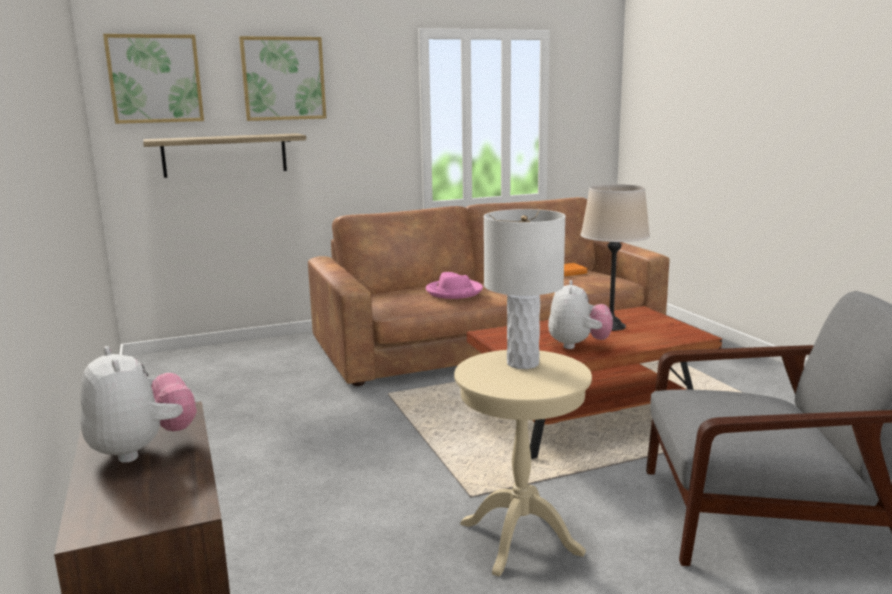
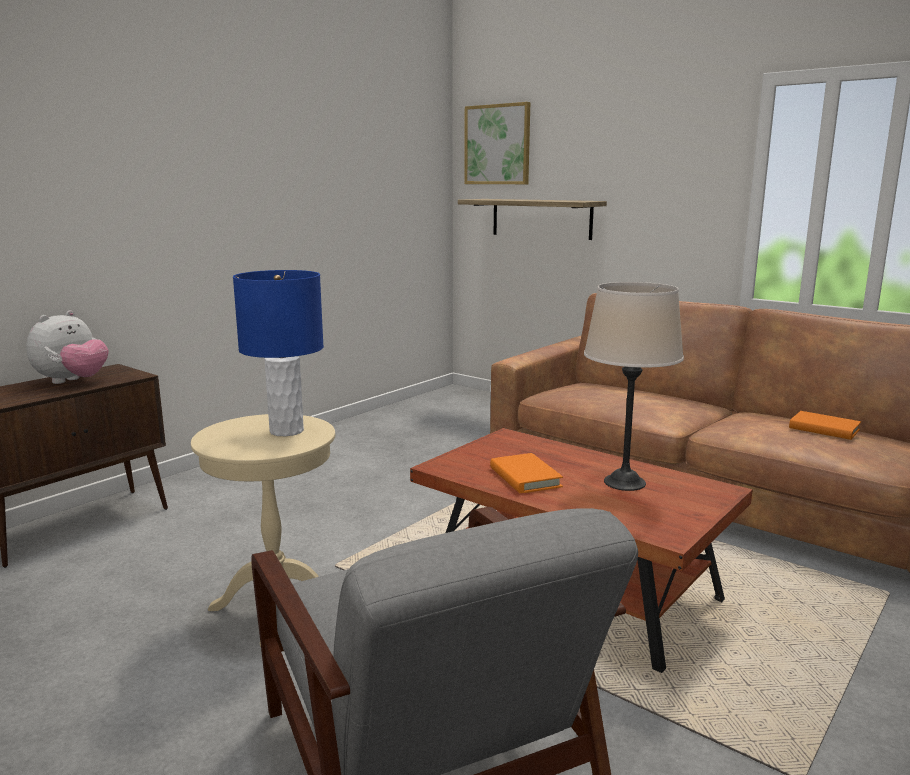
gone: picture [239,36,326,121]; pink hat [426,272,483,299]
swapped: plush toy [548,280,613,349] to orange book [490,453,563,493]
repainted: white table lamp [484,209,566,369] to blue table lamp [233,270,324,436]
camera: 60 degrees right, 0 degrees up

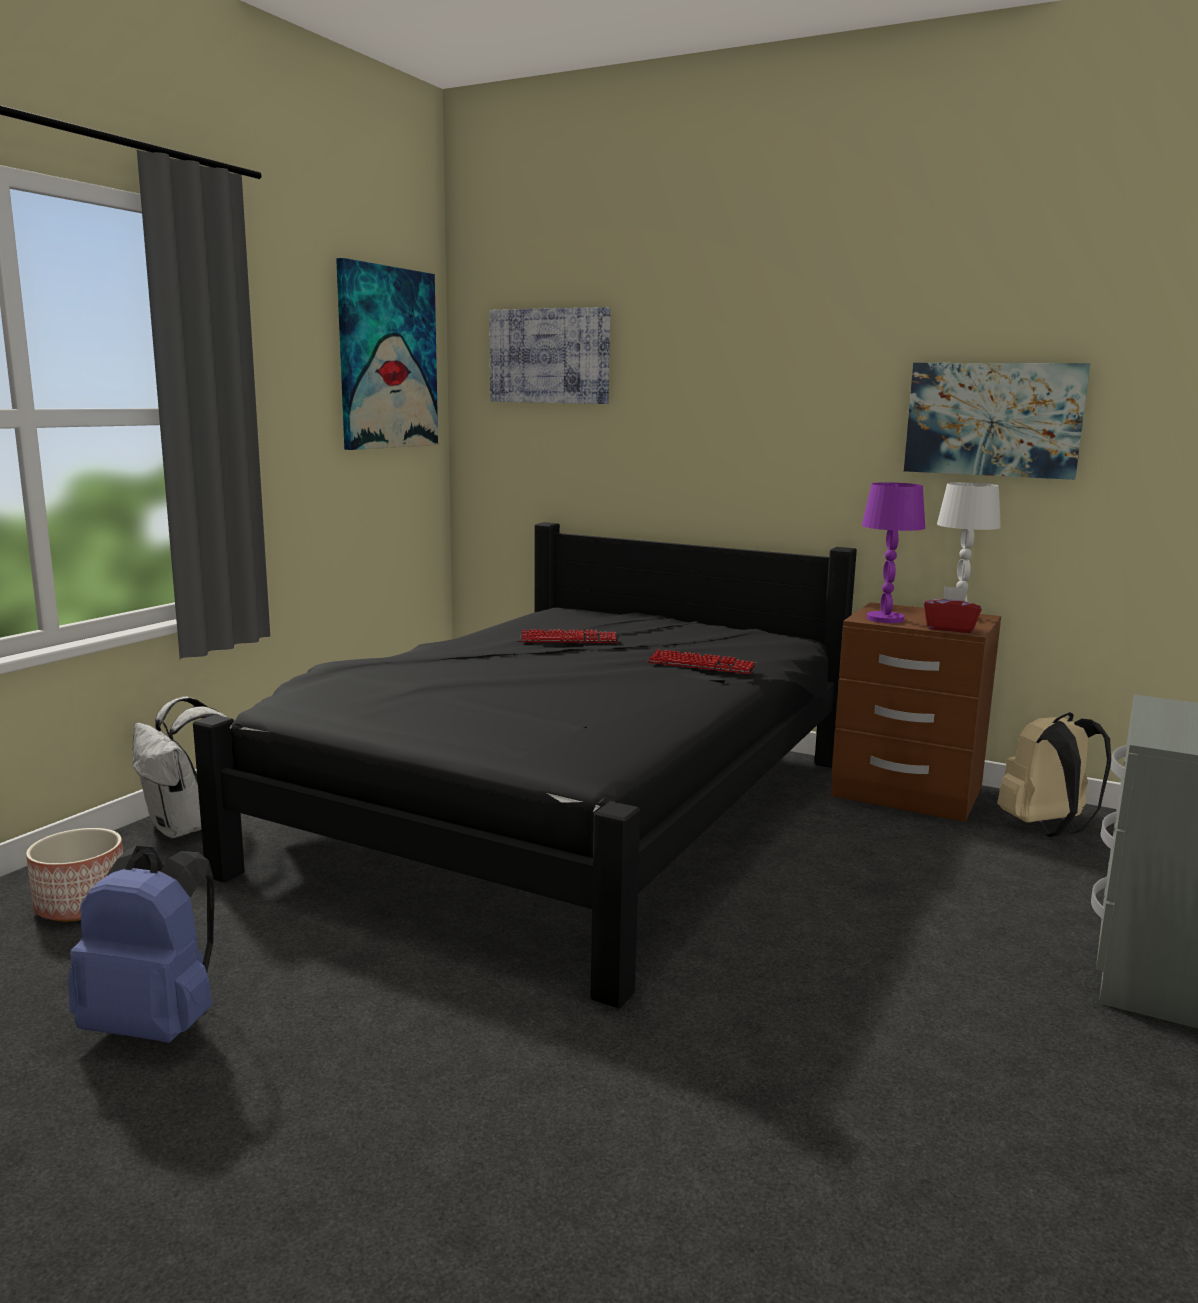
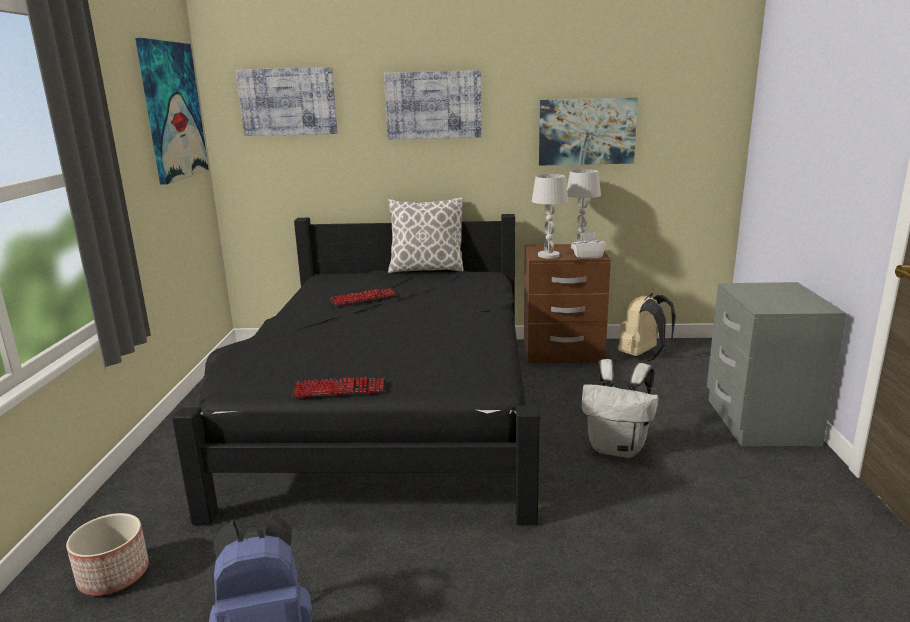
new: picture [384,70,482,139]; pillow [388,197,464,273]
shifted: white backpack [133,697,228,838] to [581,359,659,458]; keyboard [647,649,757,674] to [292,377,386,398]
repainted: purple table lamp [862,482,925,623] to white table lamp [532,174,568,258]; red tissue box [924,586,982,633] to white tissue box [572,232,606,259]
camera: 25 degrees left, 5 degrees up

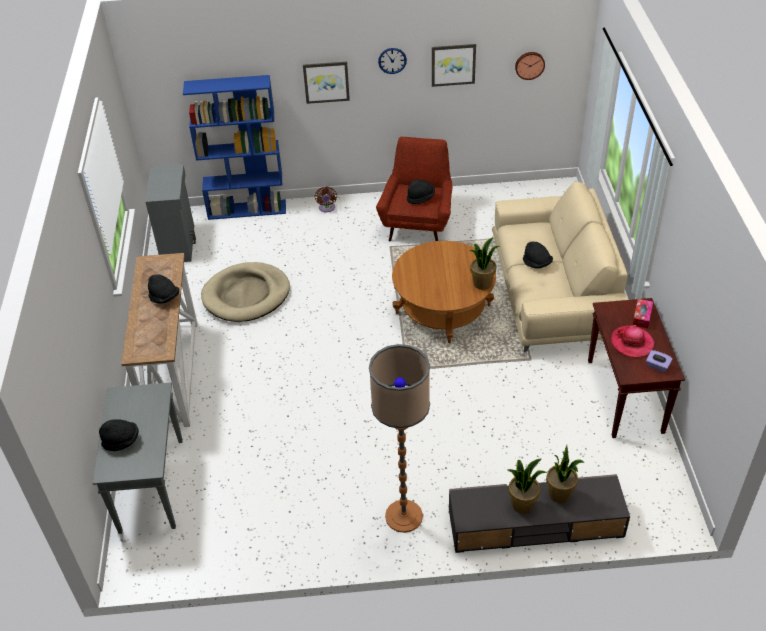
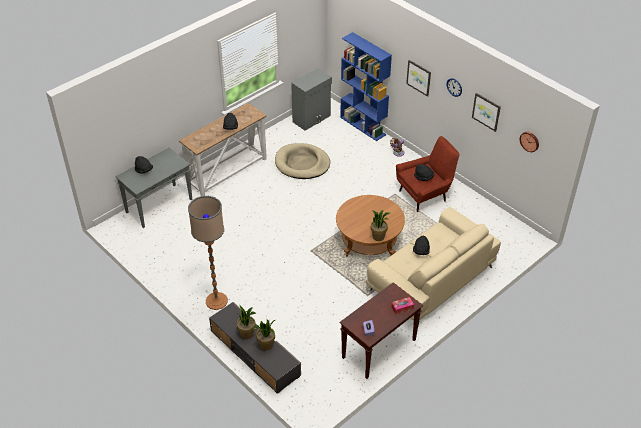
gone: hat [611,325,655,357]
camera: 50 degrees right, 0 degrees up

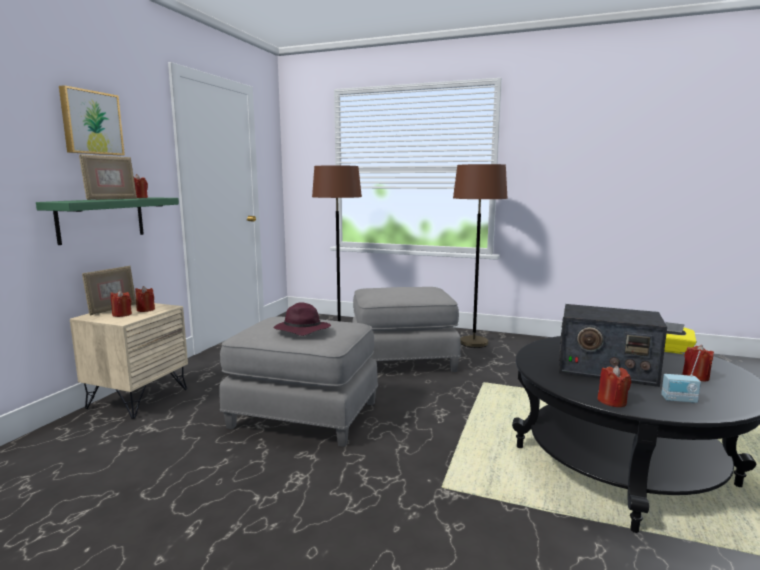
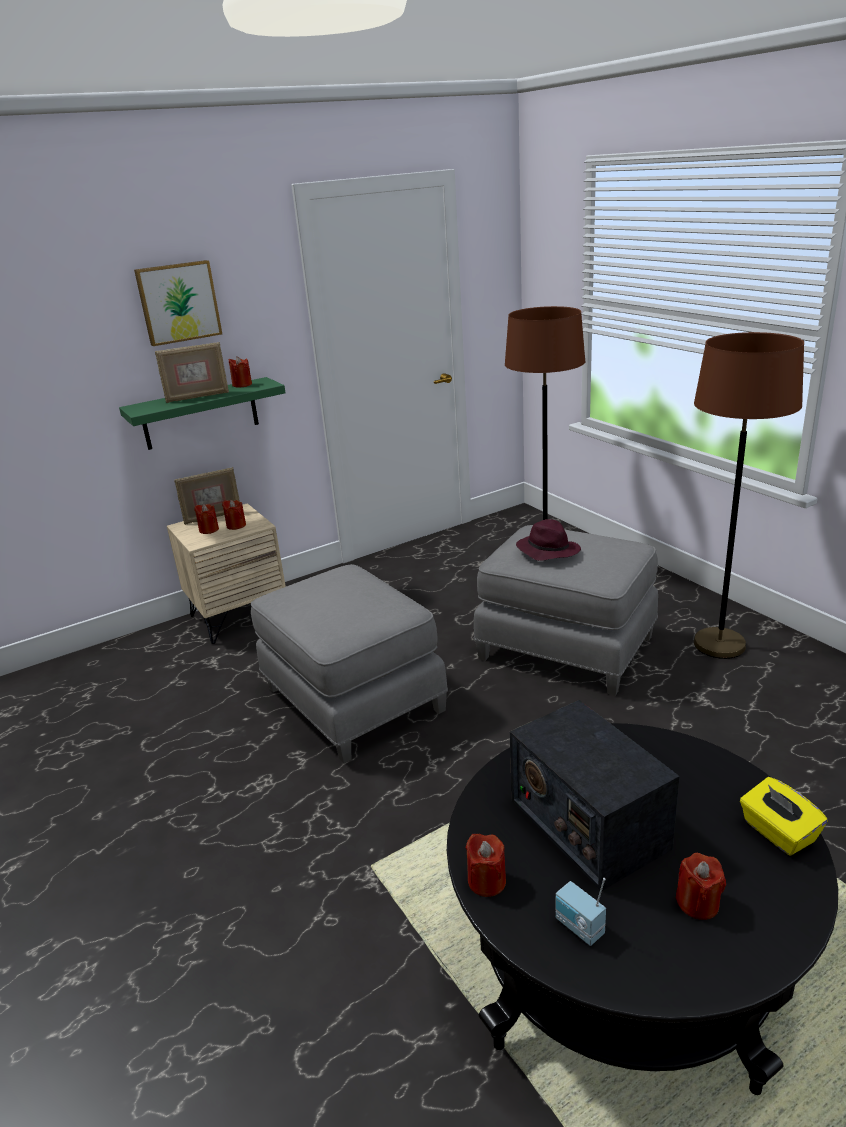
shifted: purple hat [274,302,331,336] to [516,519,581,561]
camera: 40 degrees right, 15 degrees up

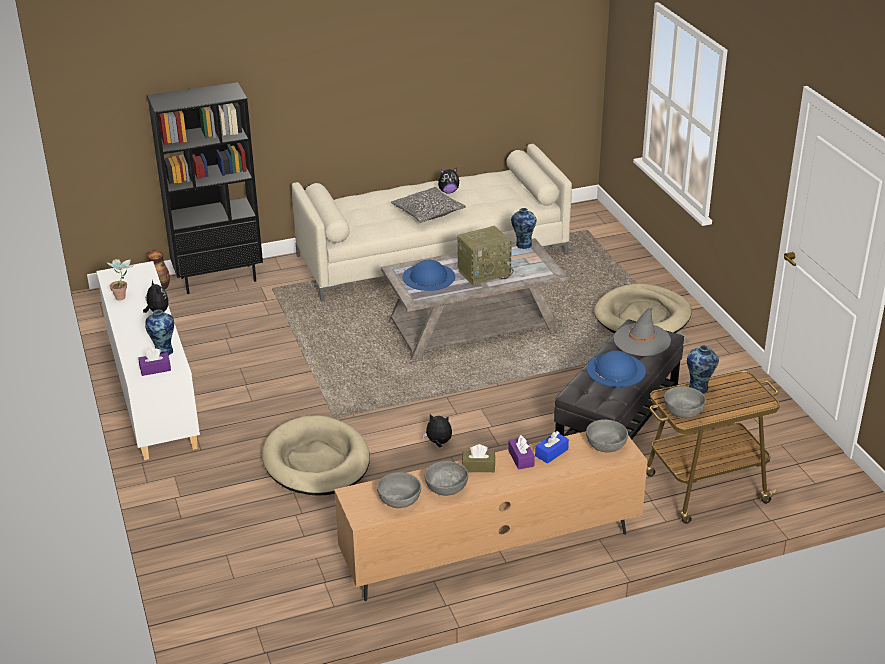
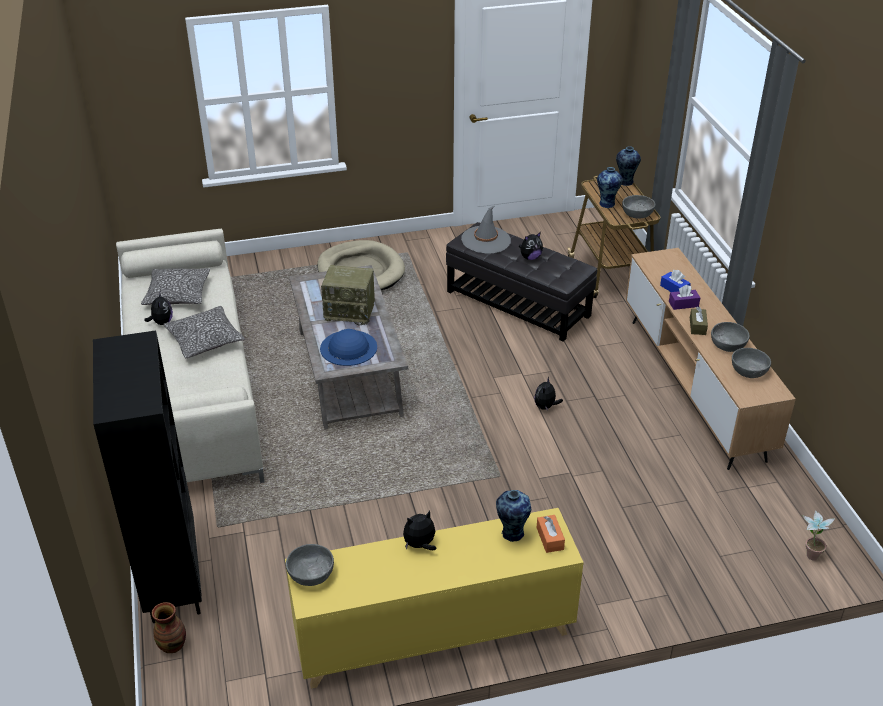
gone: beige dog bed [262,415,370,496]
new: pillow [141,268,210,305]
shifted: potted plant [107,259,135,301] to [802,510,835,560]; vase [511,208,536,249] to [616,146,641,186]; grey bowl [586,420,628,453] to [286,544,334,586]
swapped: blue hat [587,350,646,387] to plush toy [519,232,543,260]
repainted: white cabinet [96,261,200,460] to yellow cabinet [285,508,584,689]; purple tissue box [138,348,171,376] to orange tissue box [537,515,565,553]
rotated: radio [457,226,514,286] = [321,265,375,325] 120 degrees clockwise
camera: 85 degrees left, 5 degrees up

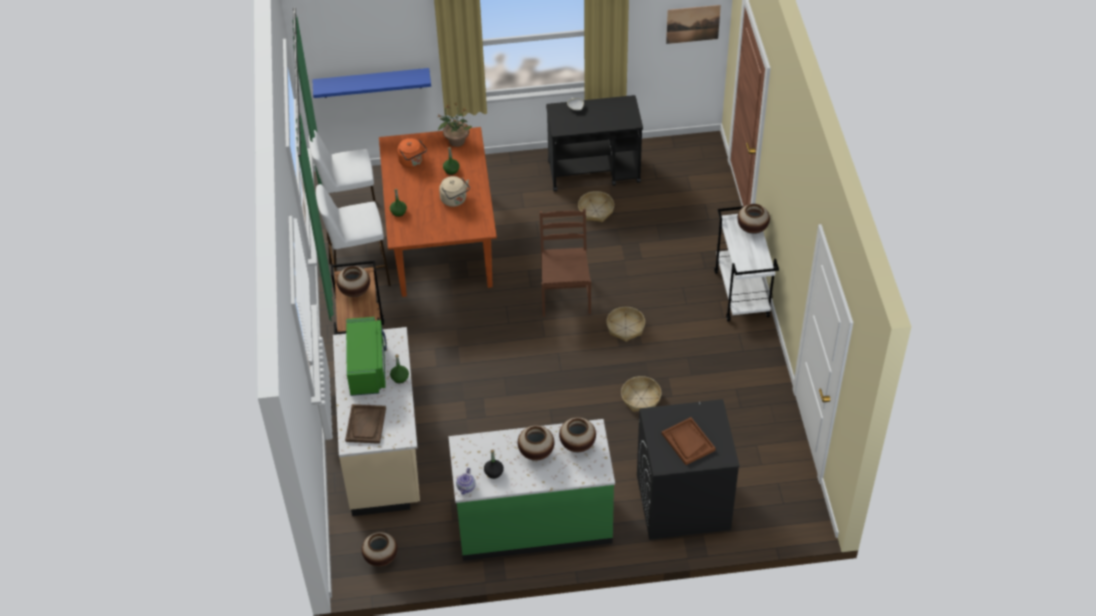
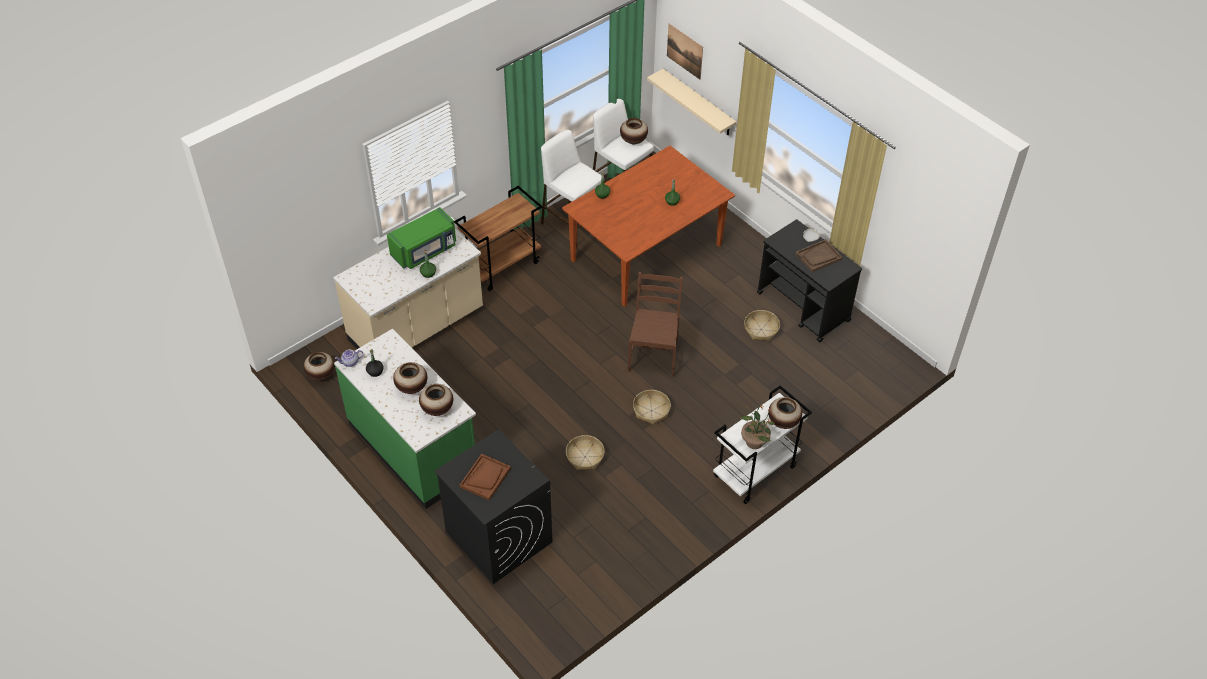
gone: orange kettle [397,138,427,168]; beige kettle [439,176,470,207]
shifted: vase [337,266,370,297] to [620,118,648,144]; brown tray [345,404,386,444] to [796,239,843,272]; potted plant [438,103,472,147] to [740,405,775,449]; picture [666,5,721,44] to [667,24,703,80]
repainted: blue shelf [312,68,431,98] to beige shelf [647,69,737,135]
rotated: brown chair [540,209,591,316] = [628,272,683,377] 45 degrees counterclockwise
camera: 55 degrees right, 0 degrees up

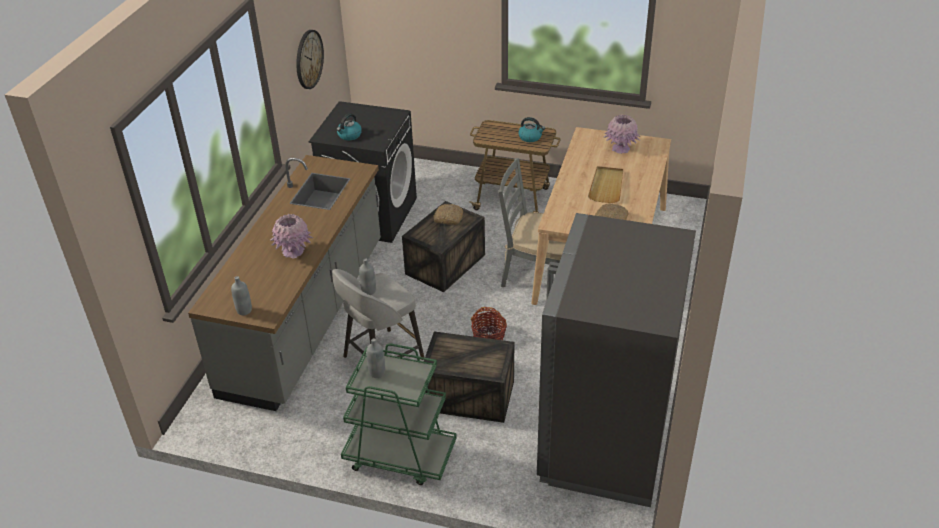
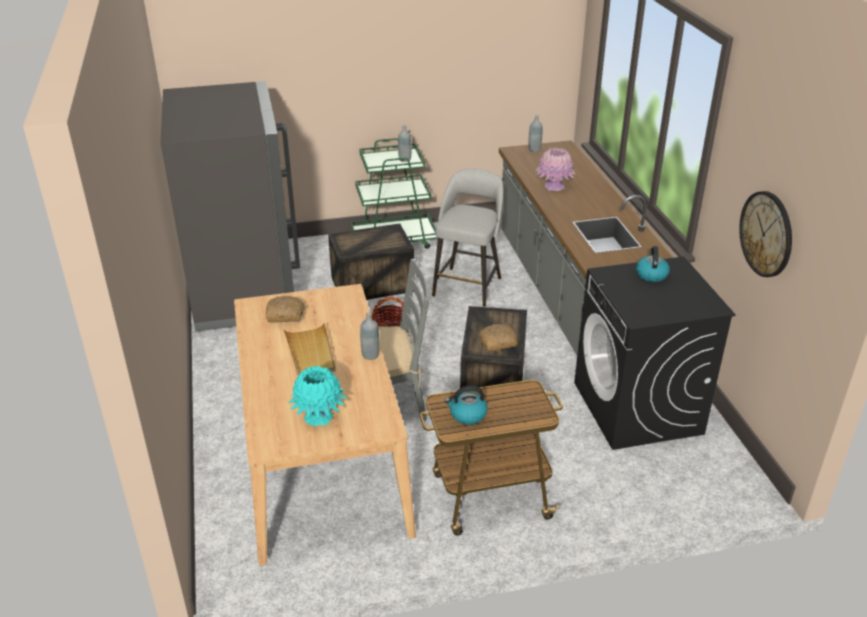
shifted: grey bottle [359,258,376,295] to [360,313,380,360]
repainted: pink vase [604,114,640,154] to turquoise vase [288,366,346,426]
camera: 150 degrees right, 5 degrees down

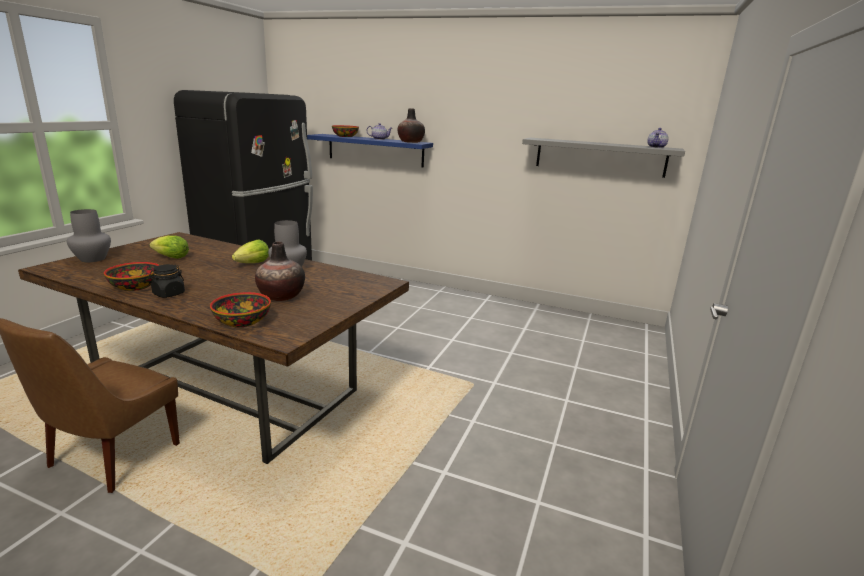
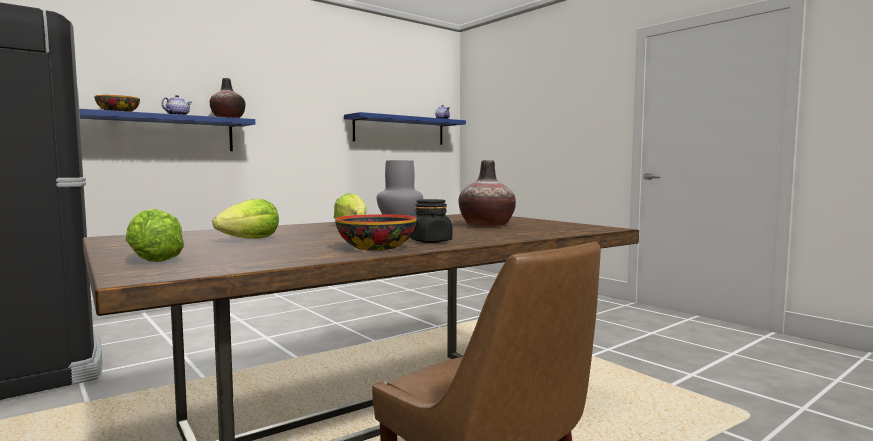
gone: bowl [210,292,271,327]
swapped: grey vase [67,209,111,262] to lettuce [126,209,184,262]
repainted: grey shelf [522,138,685,178] to blue shelf [344,112,466,145]
camera: 60 degrees left, 15 degrees down

